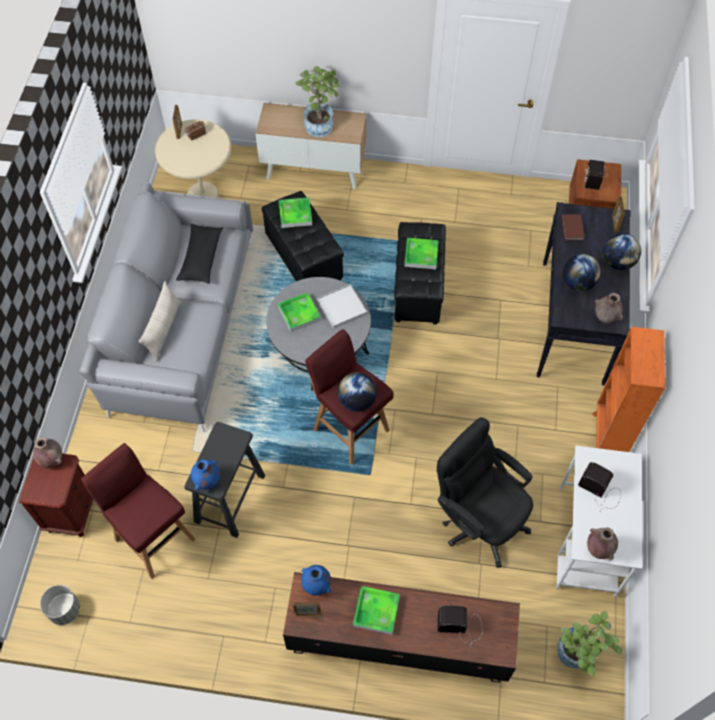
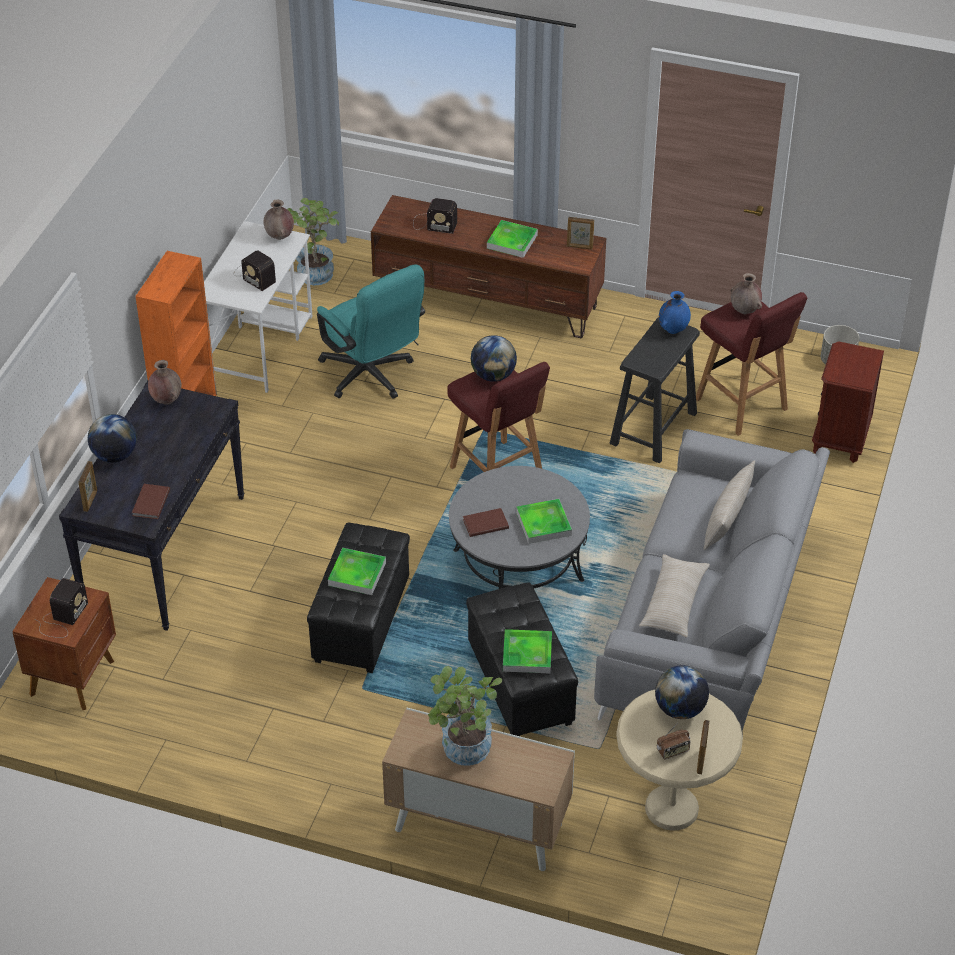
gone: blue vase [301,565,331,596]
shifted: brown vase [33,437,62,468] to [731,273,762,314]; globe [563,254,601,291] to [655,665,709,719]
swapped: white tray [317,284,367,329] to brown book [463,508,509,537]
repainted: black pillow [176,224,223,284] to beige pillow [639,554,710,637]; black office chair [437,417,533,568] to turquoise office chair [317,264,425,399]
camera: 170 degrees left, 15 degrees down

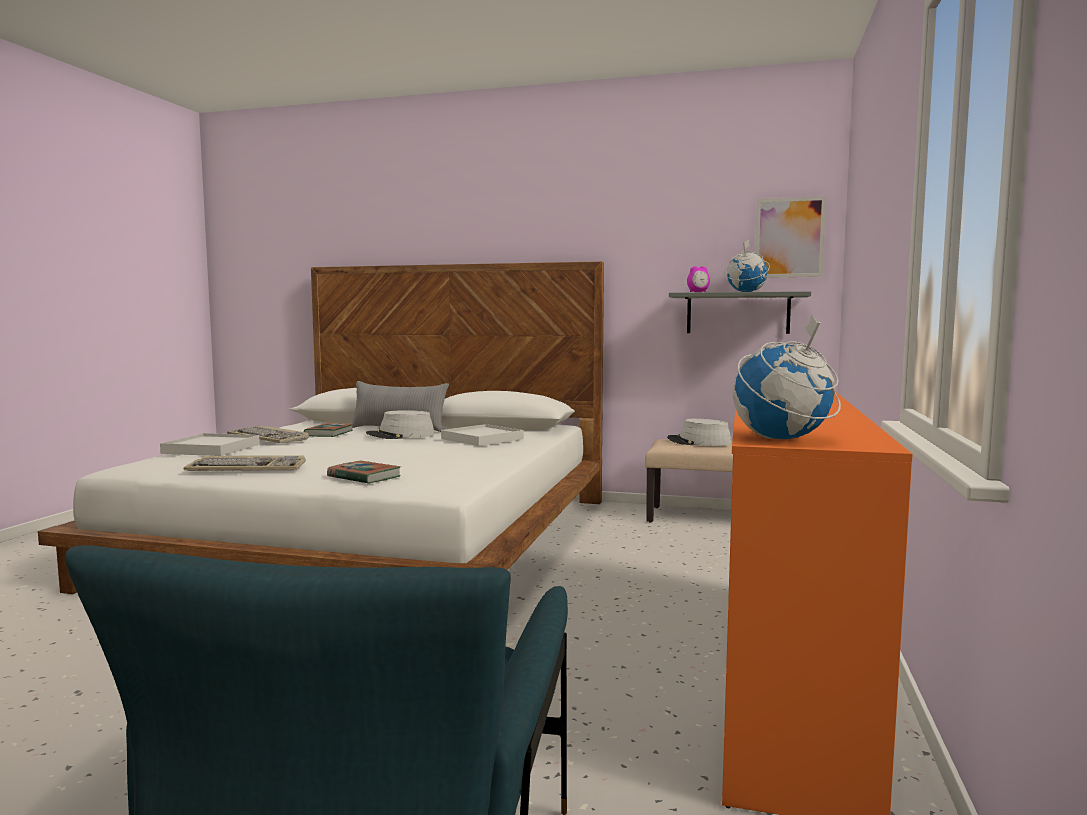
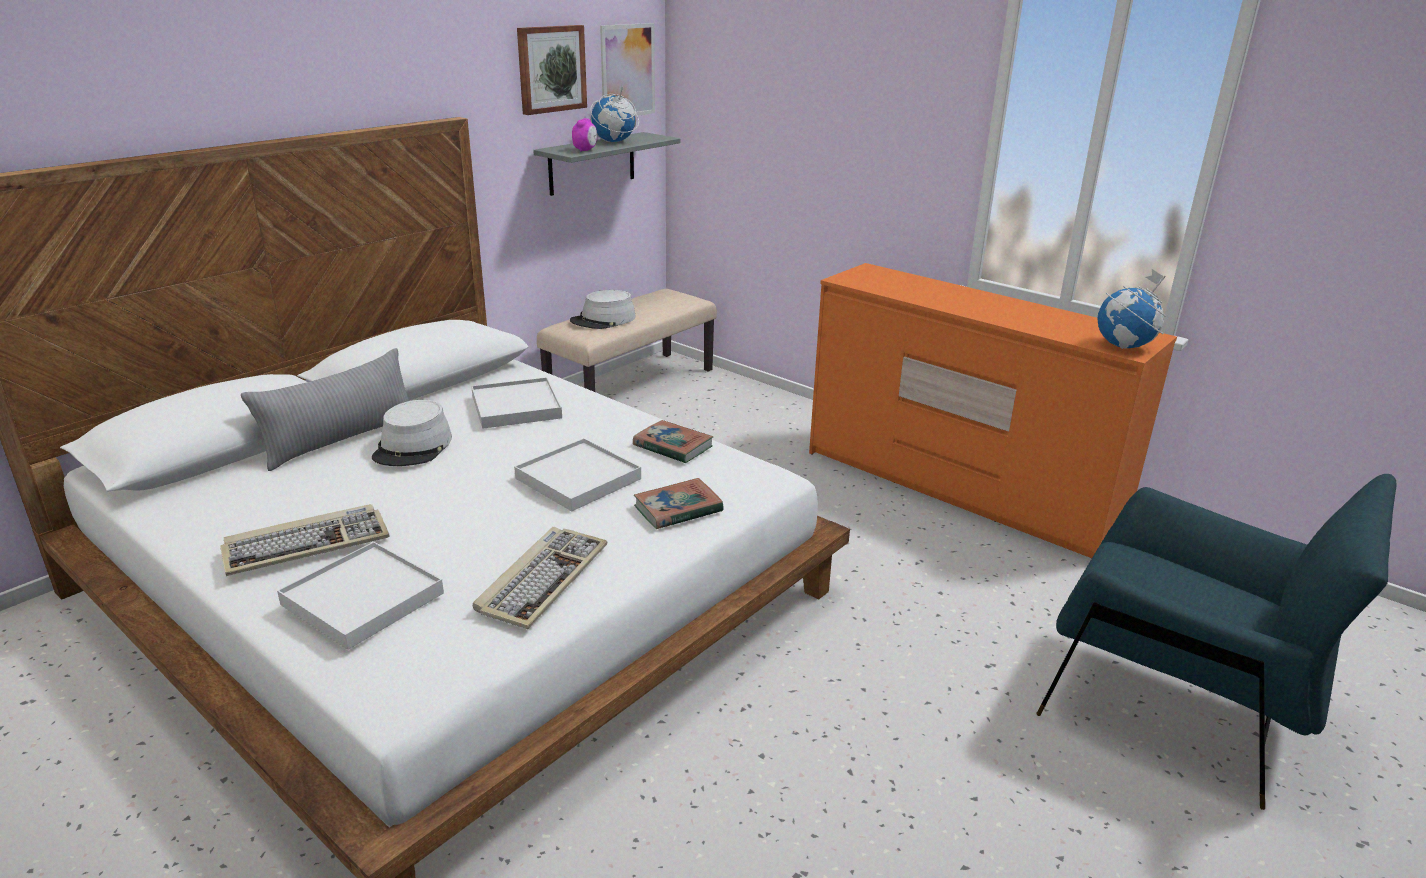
new: white tray [514,438,641,511]; picture [517,25,587,115]
shifted: book [304,423,354,437] to [633,420,714,463]
camera: 65 degrees left, 20 degrees up

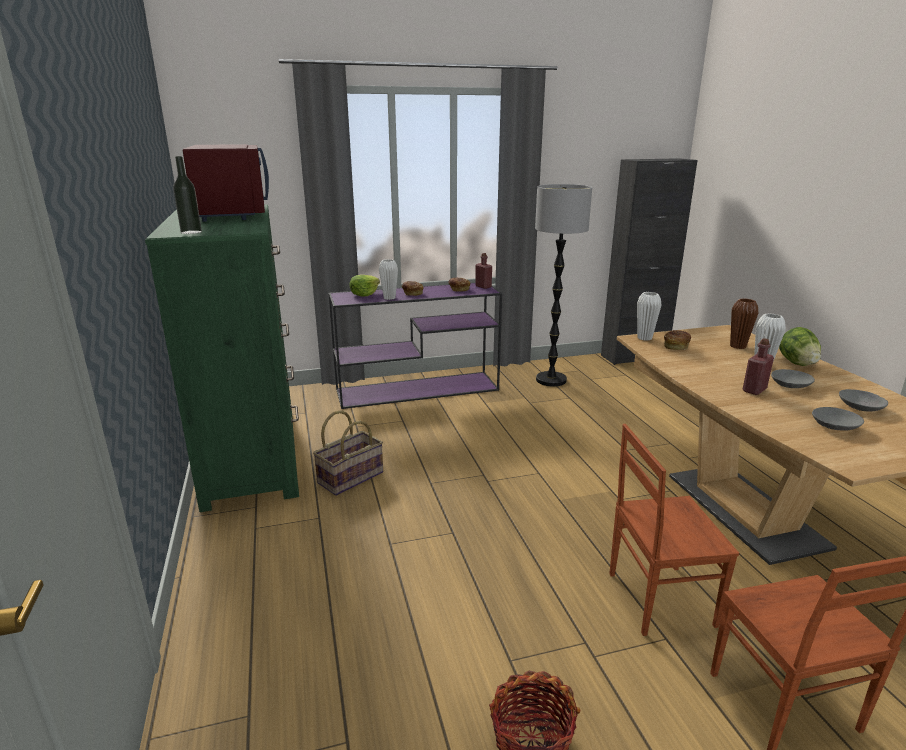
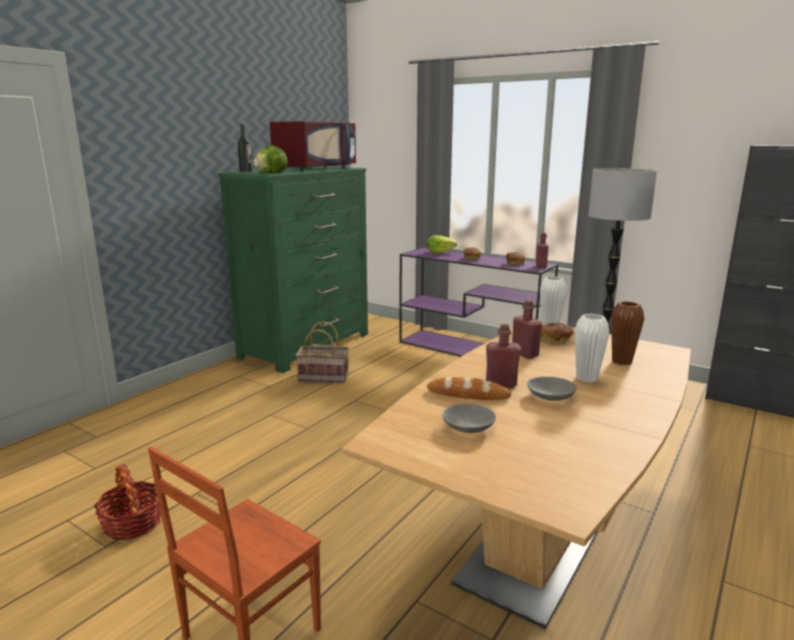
gone: white vase [379,259,398,300]; brown chair [609,424,739,636]; grey bowl [839,389,888,412]
new: bread [427,377,511,400]; red bottle [512,300,542,359]
shifted: lettuce [779,327,821,366] to [254,146,288,173]
camera: 50 degrees right, 5 degrees down

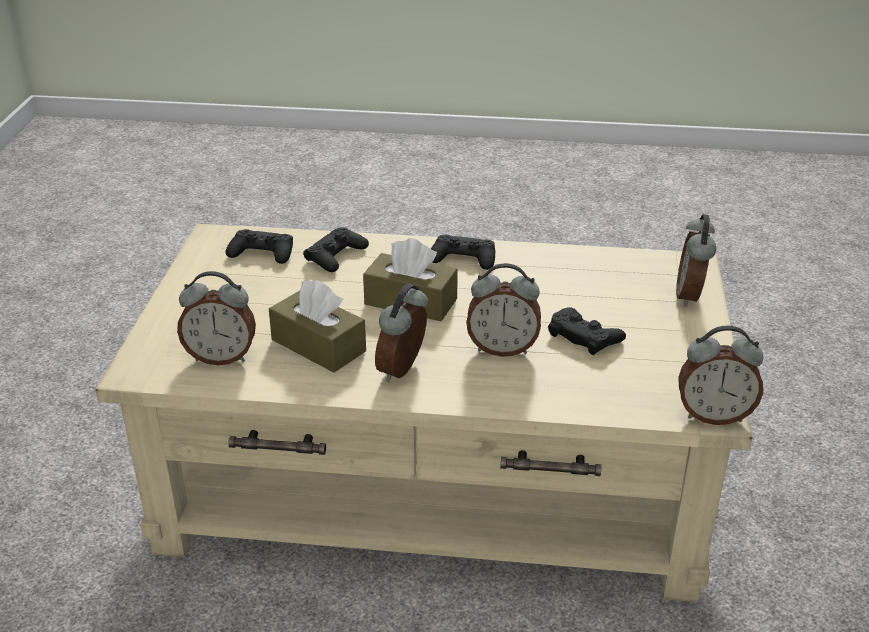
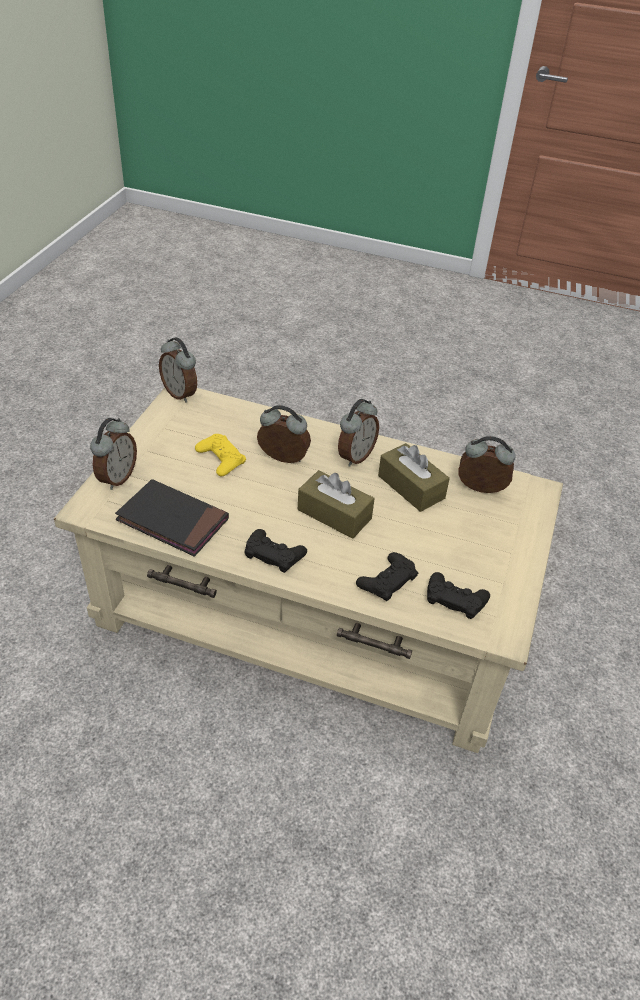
new: black book [115,479,229,557]
repainted: black game controller [548,307,626,355] to yellow game controller [195,434,246,476]
rotated: alarm clock [678,325,763,425] = [159,337,197,403] 150 degrees counterclockwise
camera: 170 degrees left, 10 degrees up

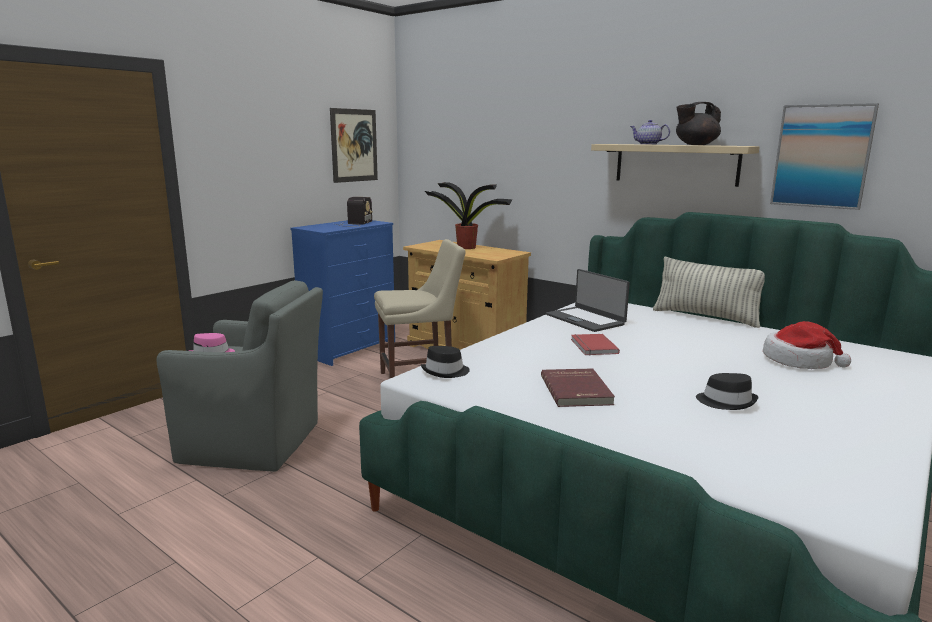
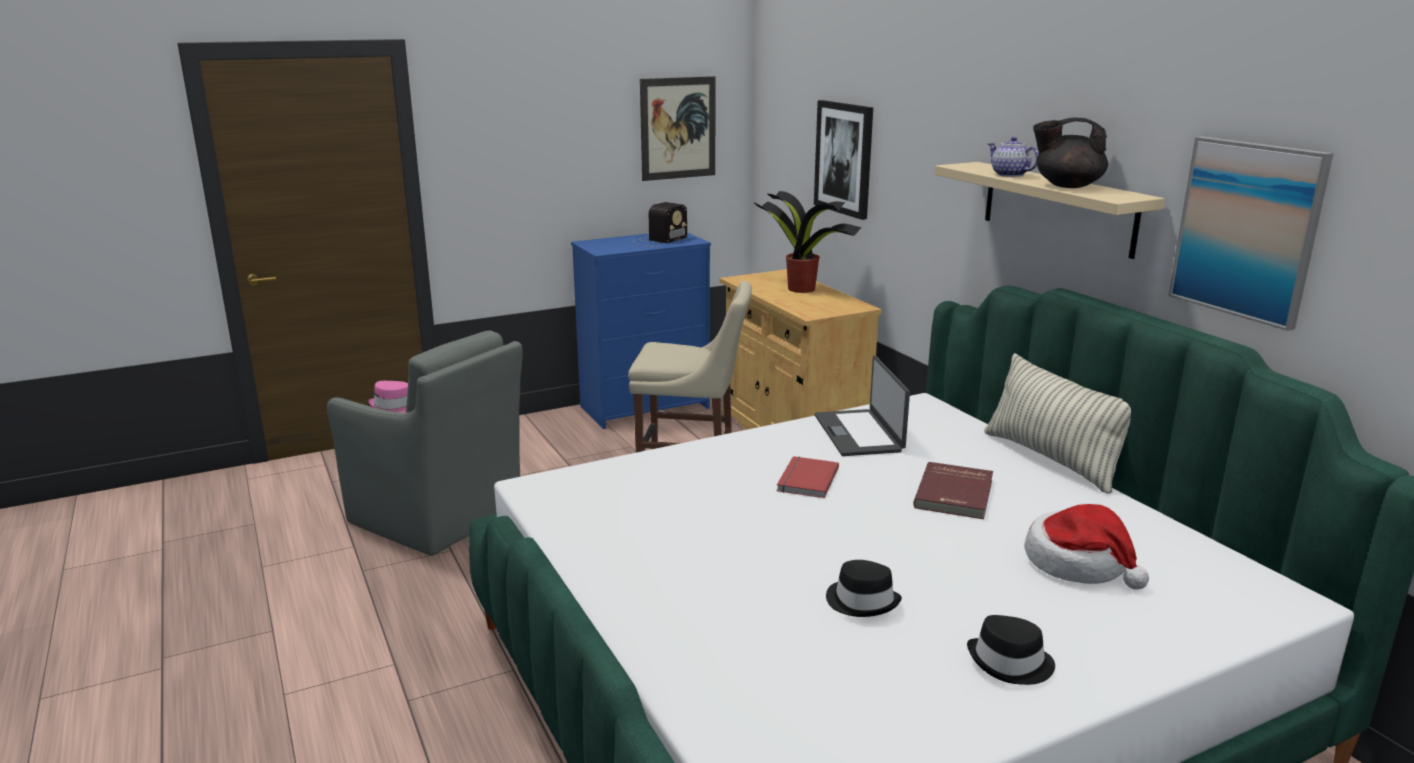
new: picture [814,100,873,220]
shifted: black hat [421,346,470,378] to [967,615,1055,685]; red book [541,368,615,407] to [913,462,993,519]
camera: 25 degrees right, 5 degrees up

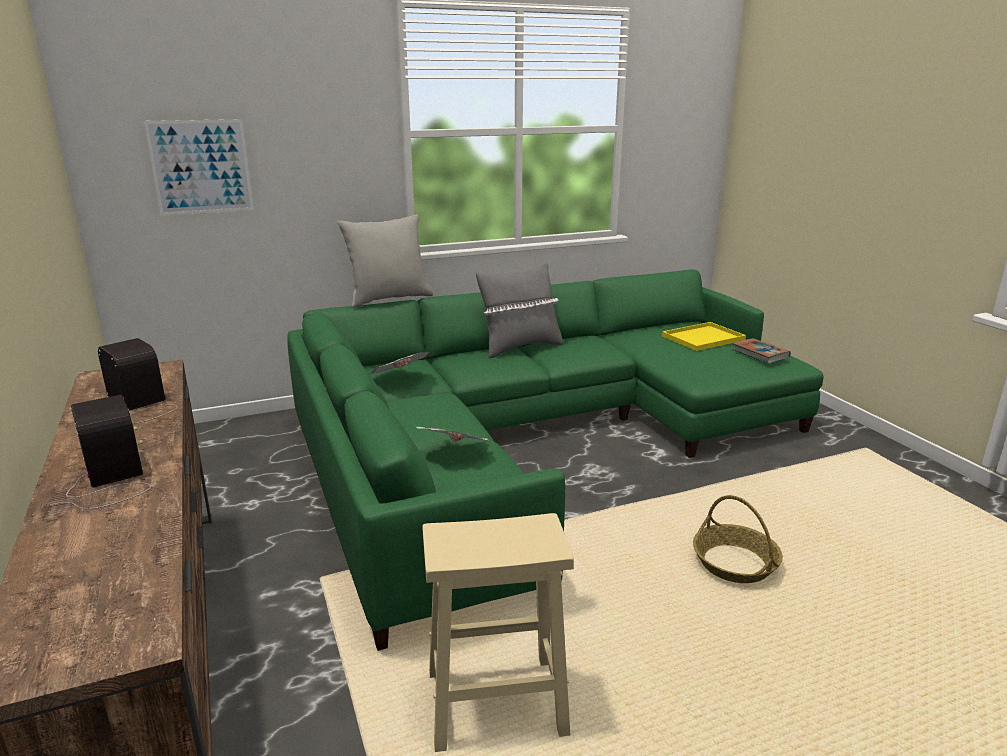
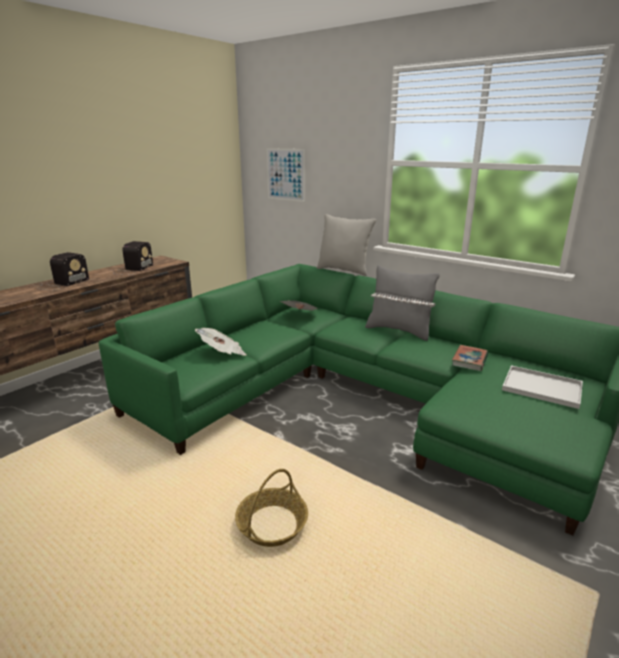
gone: beige stool [422,513,574,752]
shifted: book [732,338,790,364] to [452,345,488,371]
repainted: yellow tray [662,322,746,351] to white tray [502,365,583,409]
camera: 60 degrees right, 0 degrees up

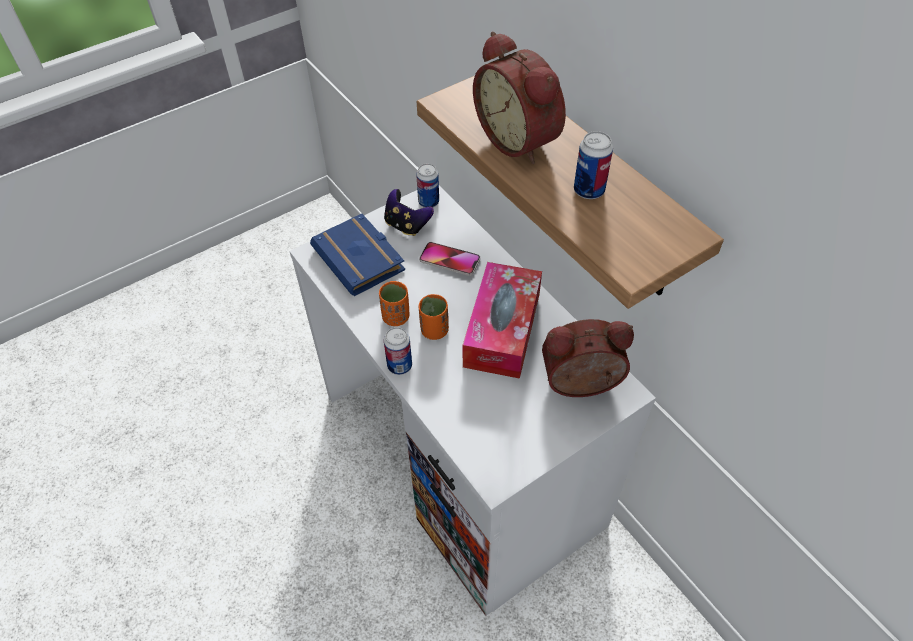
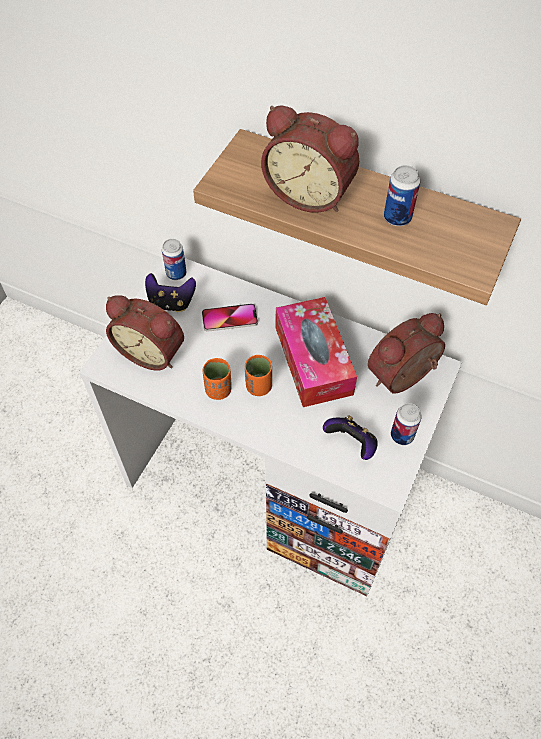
new: game controller [323,415,378,460]
shifted: can [384,327,412,375] to [391,403,422,445]
swapped: blue book [310,214,405,296] to alarm clock [106,295,184,371]
camera: 30 degrees left, 5 degrees up

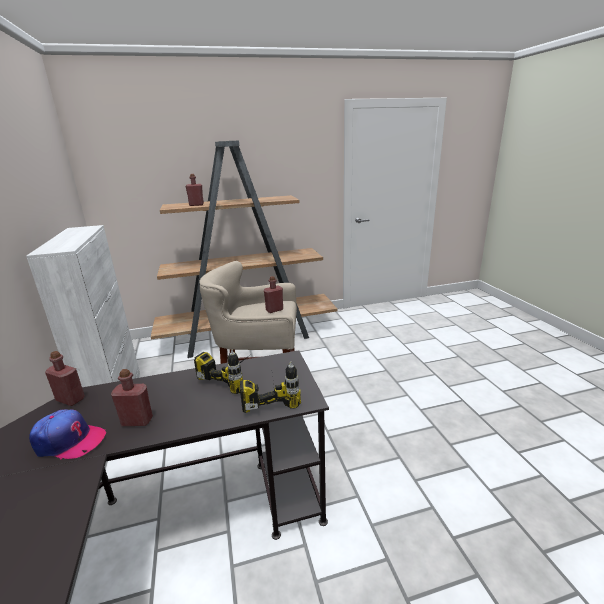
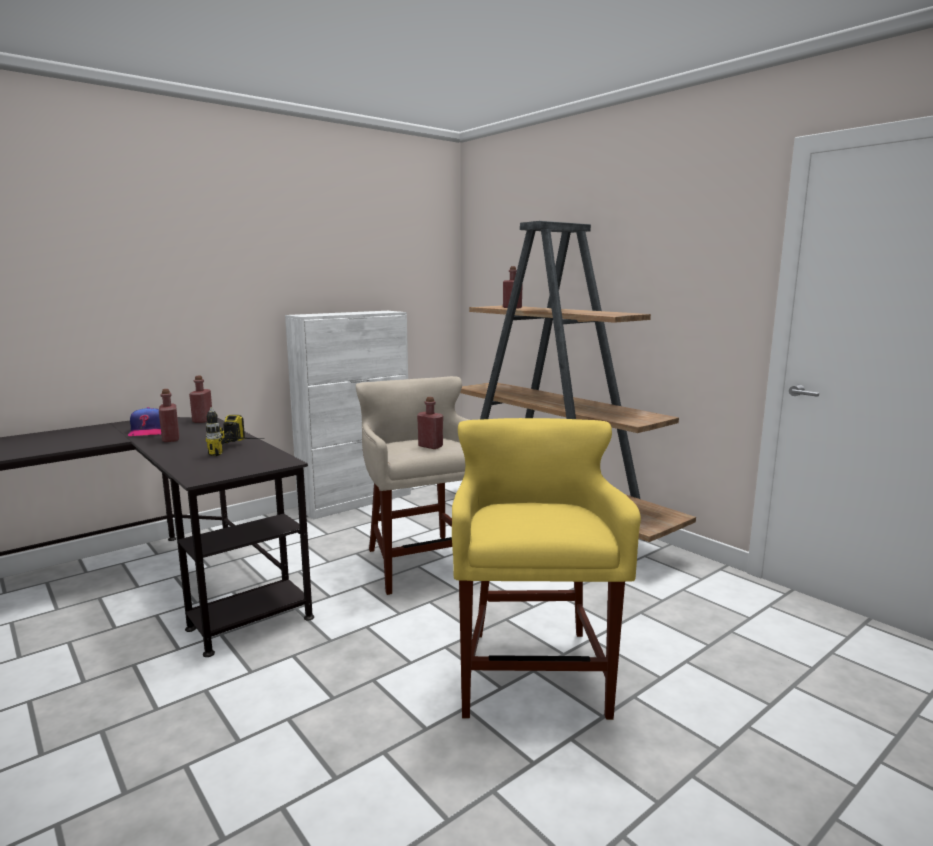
gone: power drill [240,362,301,413]
new: yellow stool [452,418,641,720]
camera: 65 degrees right, 10 degrees down

